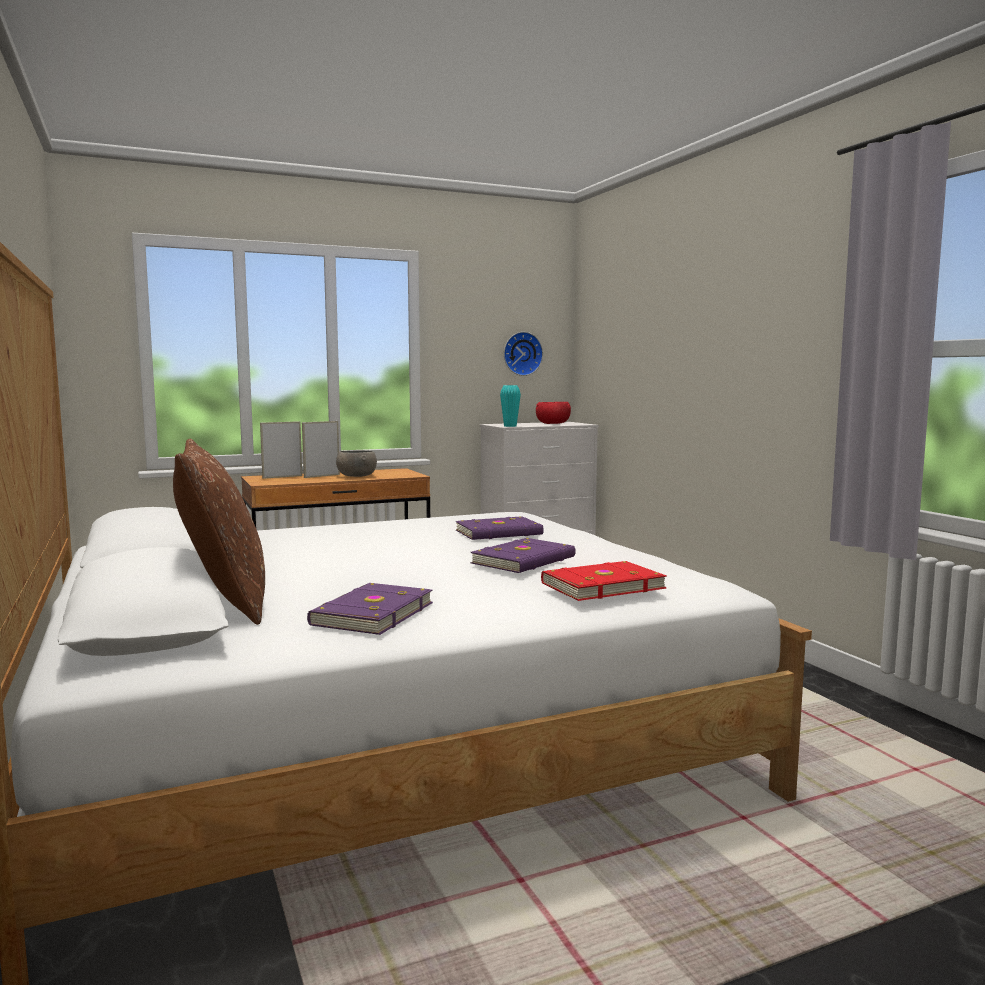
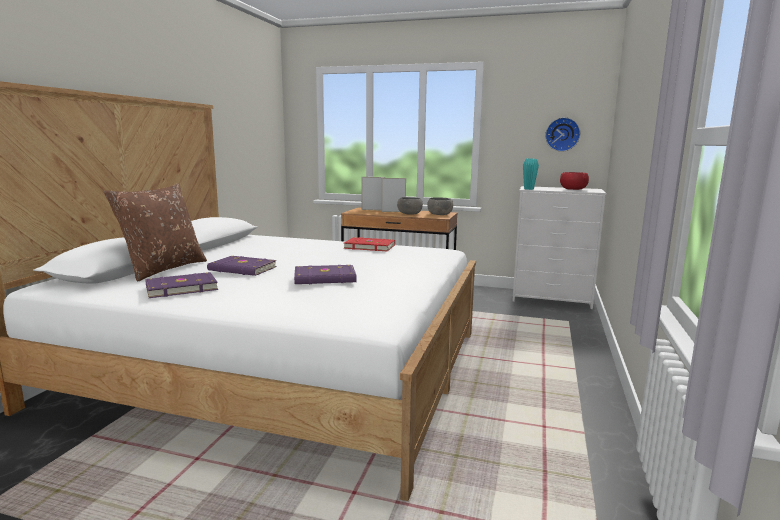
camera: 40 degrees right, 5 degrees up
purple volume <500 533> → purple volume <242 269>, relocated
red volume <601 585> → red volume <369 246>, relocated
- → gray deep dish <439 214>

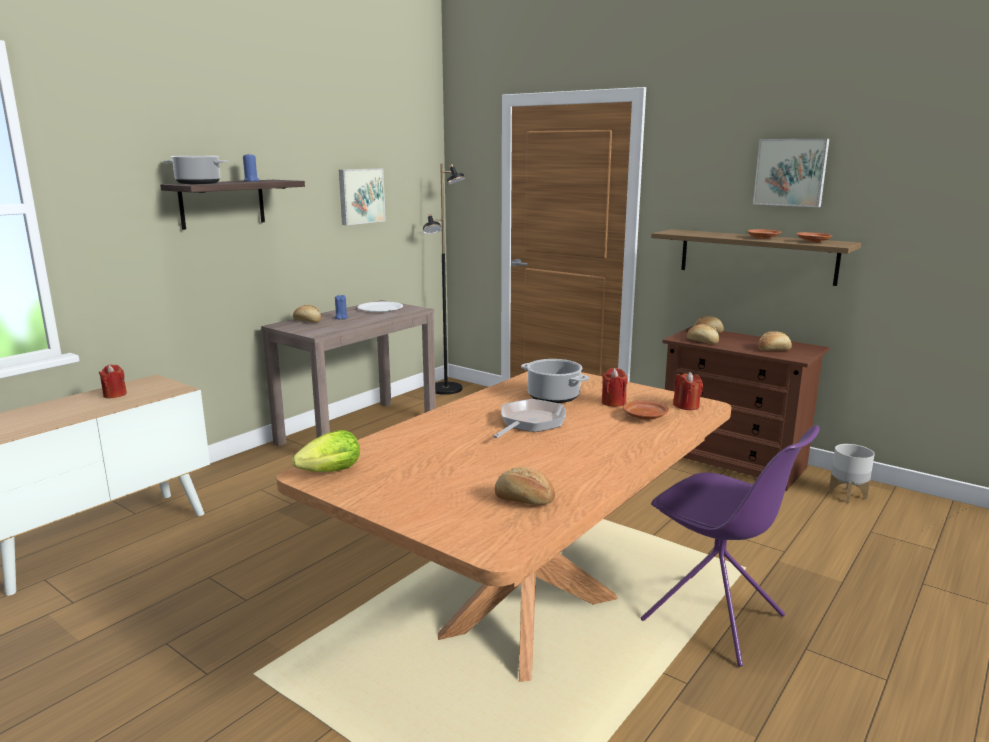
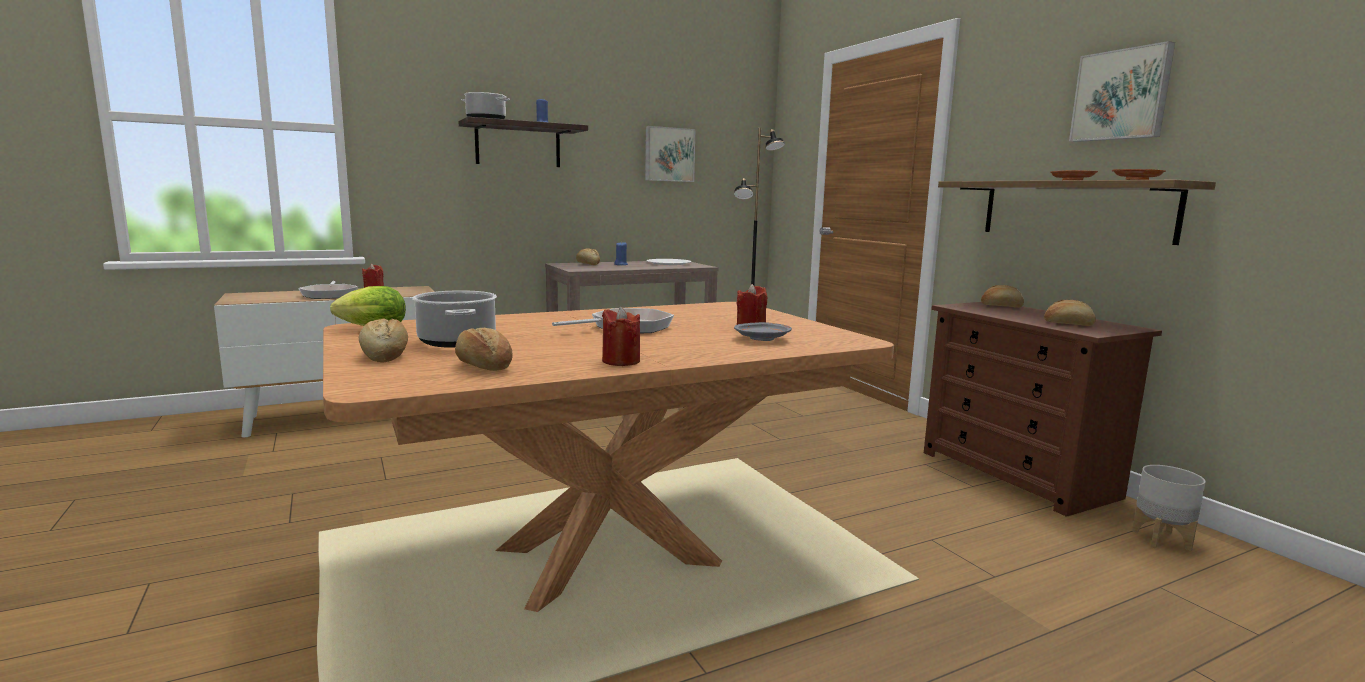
camera: 25 degrees right, 5 degrees down
- → pan <330 295>
baked bread <702 341> → baked bread <384 356>, relocated
saucepot <552 397> → saucepot <456 341>, relocated
red wax light <686 406> → red wax light <621 361>, relocated
brownish plate <645 417> → gray plate <762 339>
purple plain chair <715 619> → -

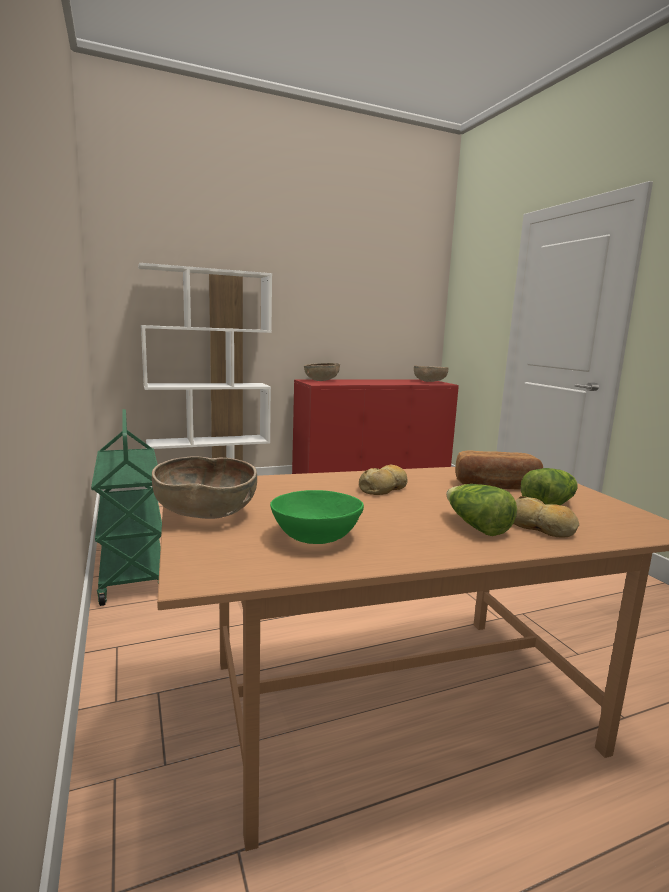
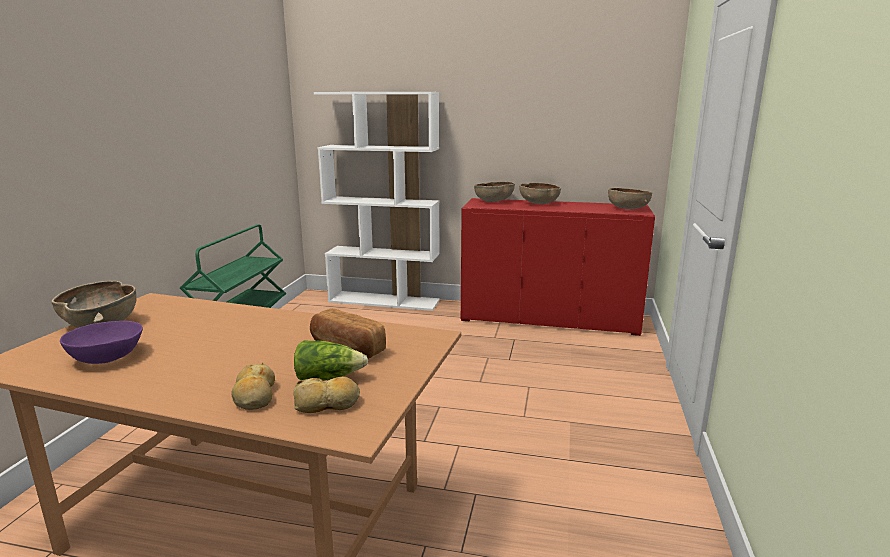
camera: 35 degrees right, 5 degrees up
greenish deep dish <315 536> → purple deep dish <107 357>
baked bread <384 488> → baked bread <327 404>, relocated
- → brownish deep dish <538 204>
head of lettuce <476 526> → -

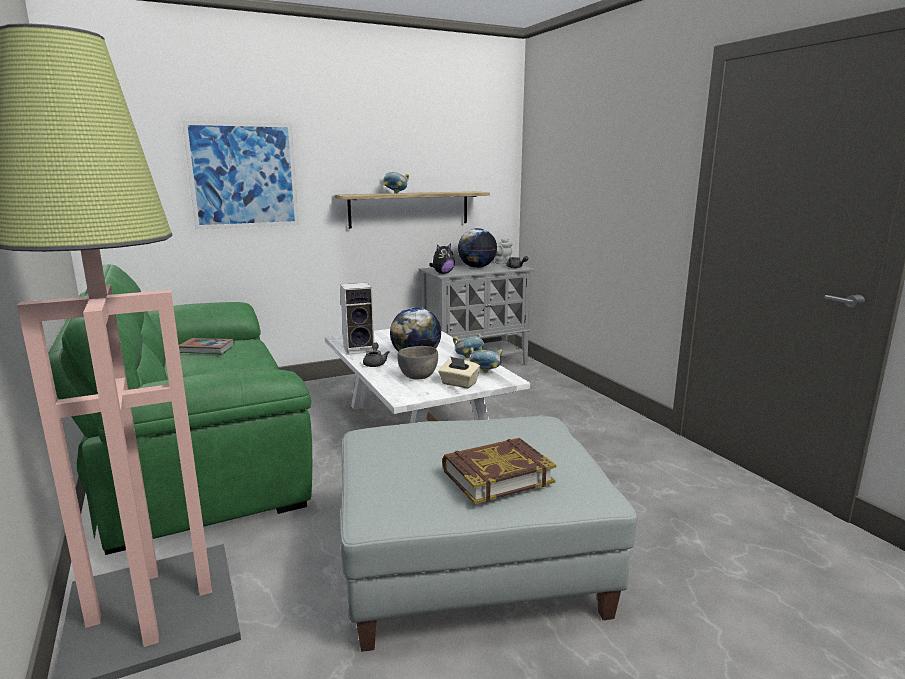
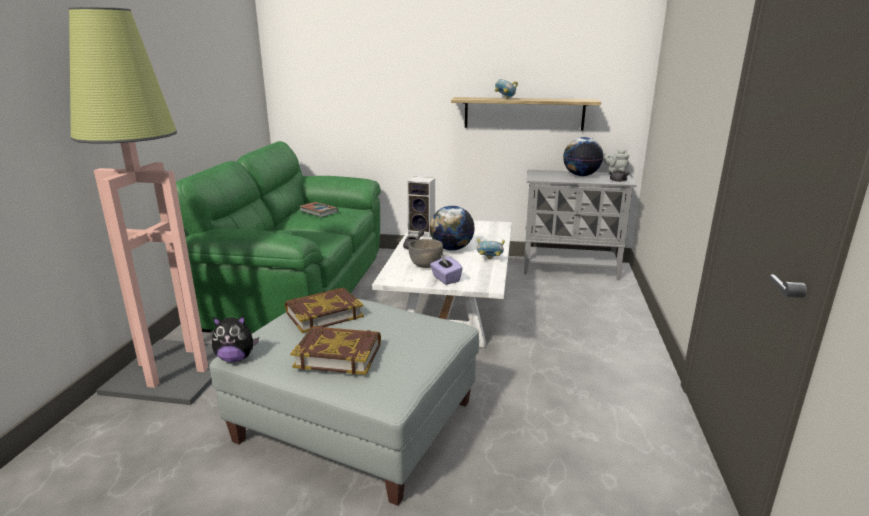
camera: 35 degrees right, 5 degrees up
plush toy <442 273> → plush toy <236 358>, relocated
- → volume <324 314>
beige box of tissues <459 384> → purple box of tissues <445 279>
picture <243 175> → -
deep dish <485 373> → -

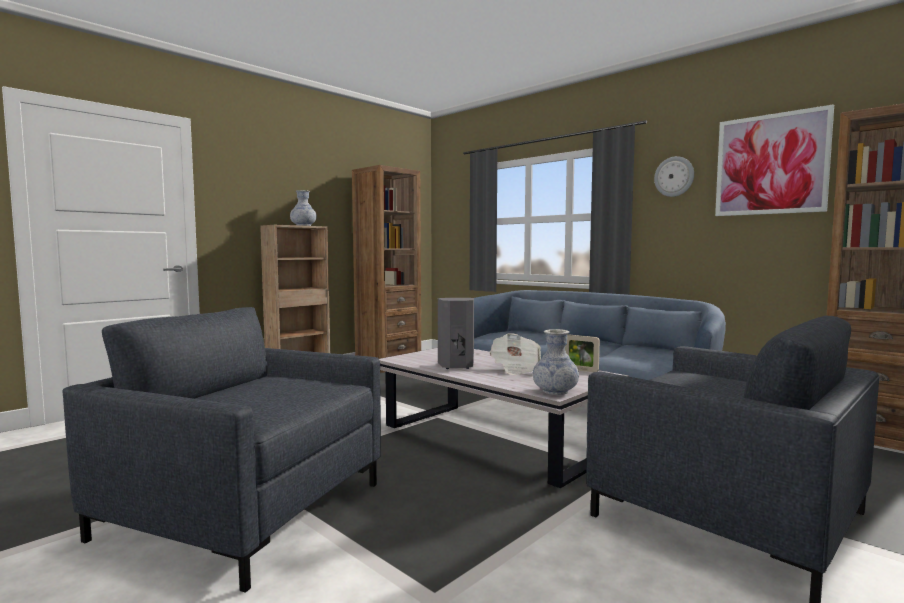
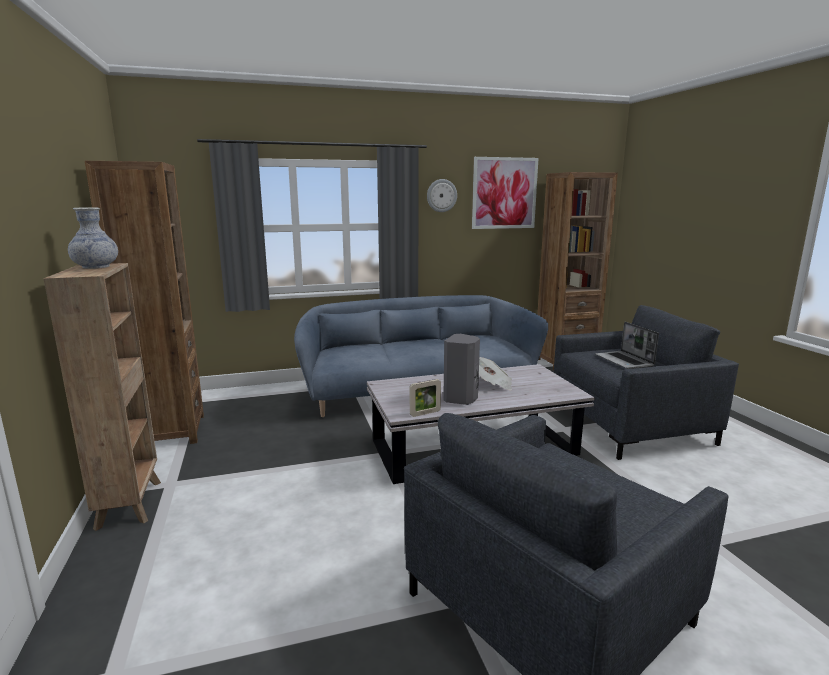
camera: 60 degrees left, 10 degrees up
photo frame <580 370> → photo frame <425 413>, relocated
- → notebook computer <625 361>
decorative vase <555 391> → -

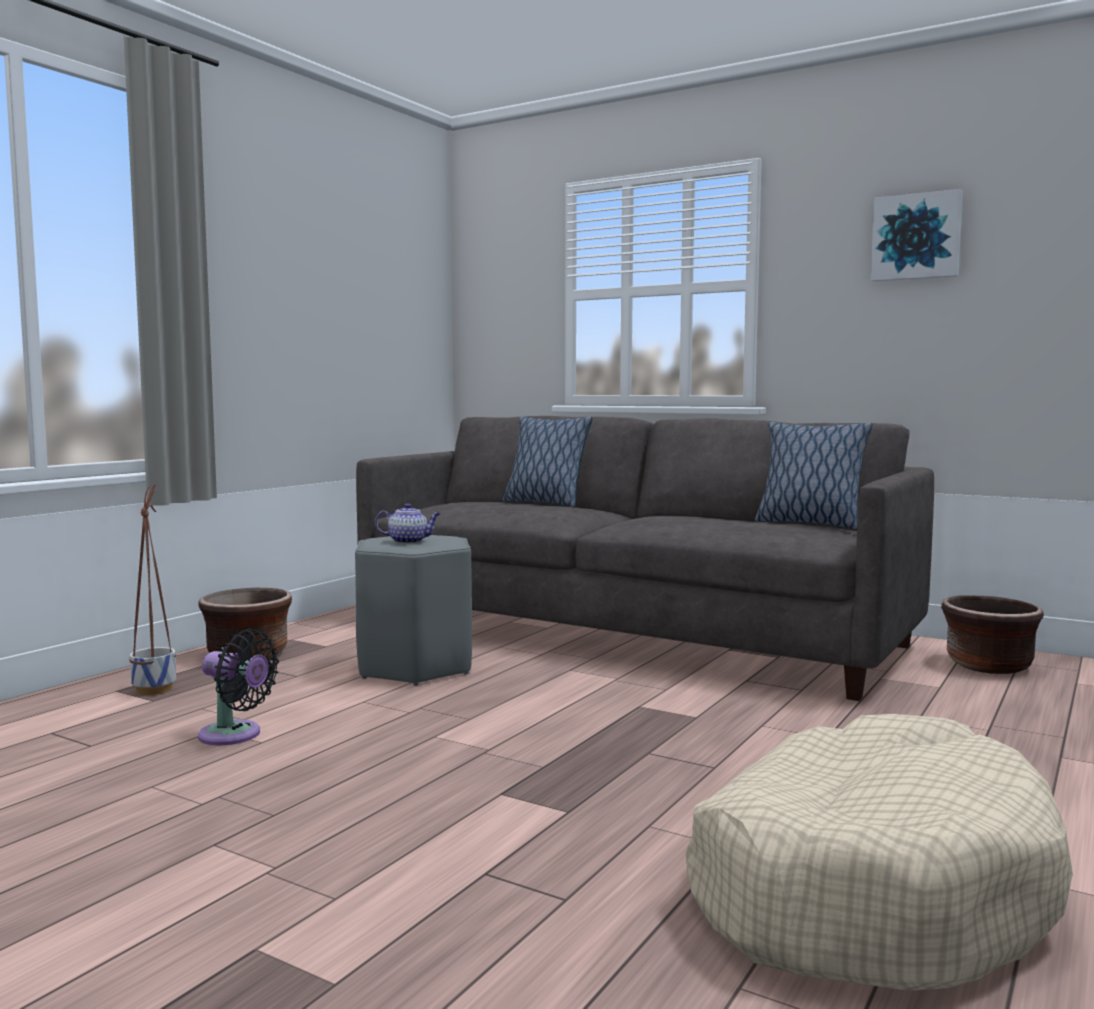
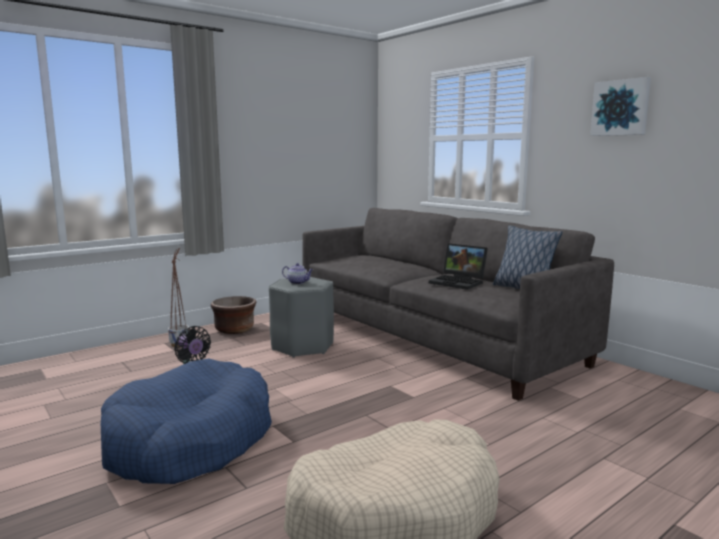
camera: 20 degrees right, 5 degrees up
- → blue pet bed <190 440>
- → notebook computer <459 282>
throw pillow <545 503> → -
brownish flower pot <988 665> → -

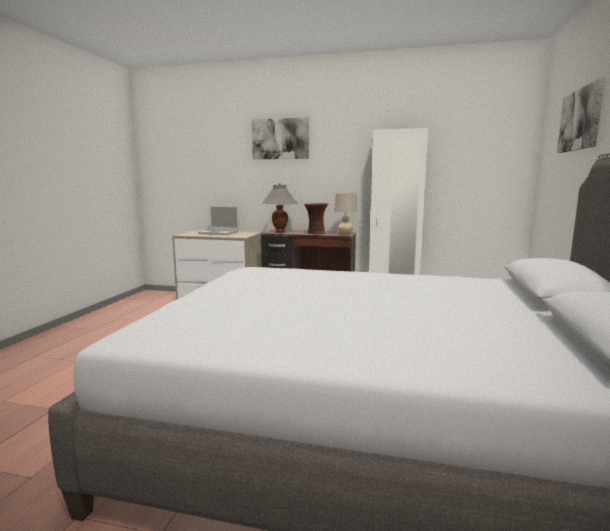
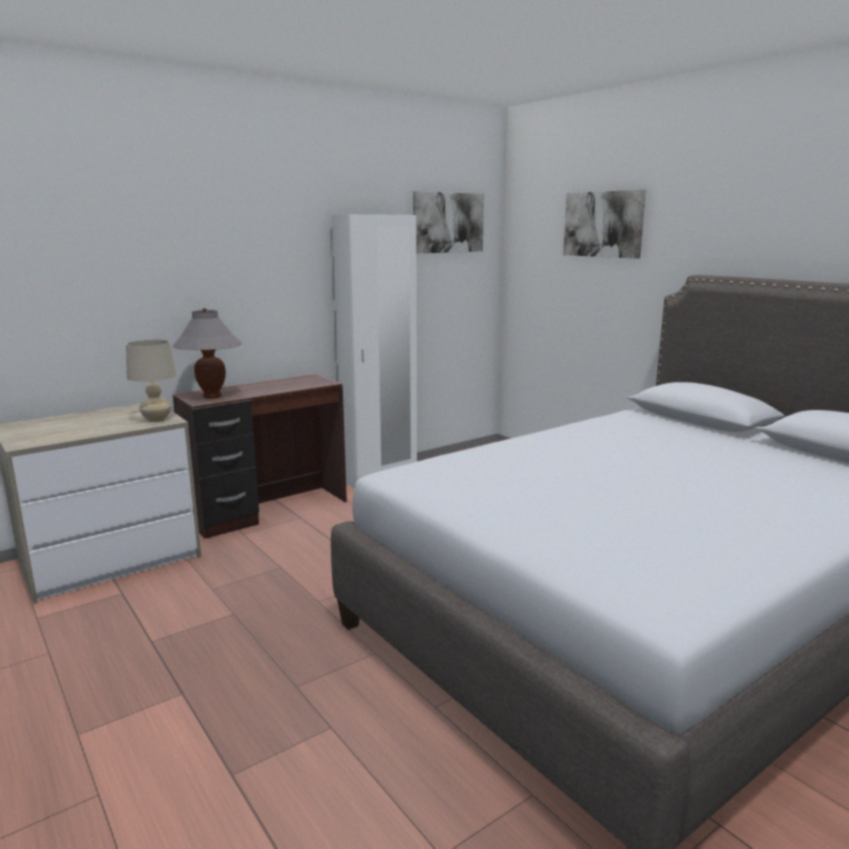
camera: 50 degrees left, 5 degrees up
beige lamp for a table <345 234> → beige lamp for a table <156 419>, relocated
picture <280 139> → picture <447 222>, relocated
notebook computer <219 233> → -
decorative vase <315 233> → -

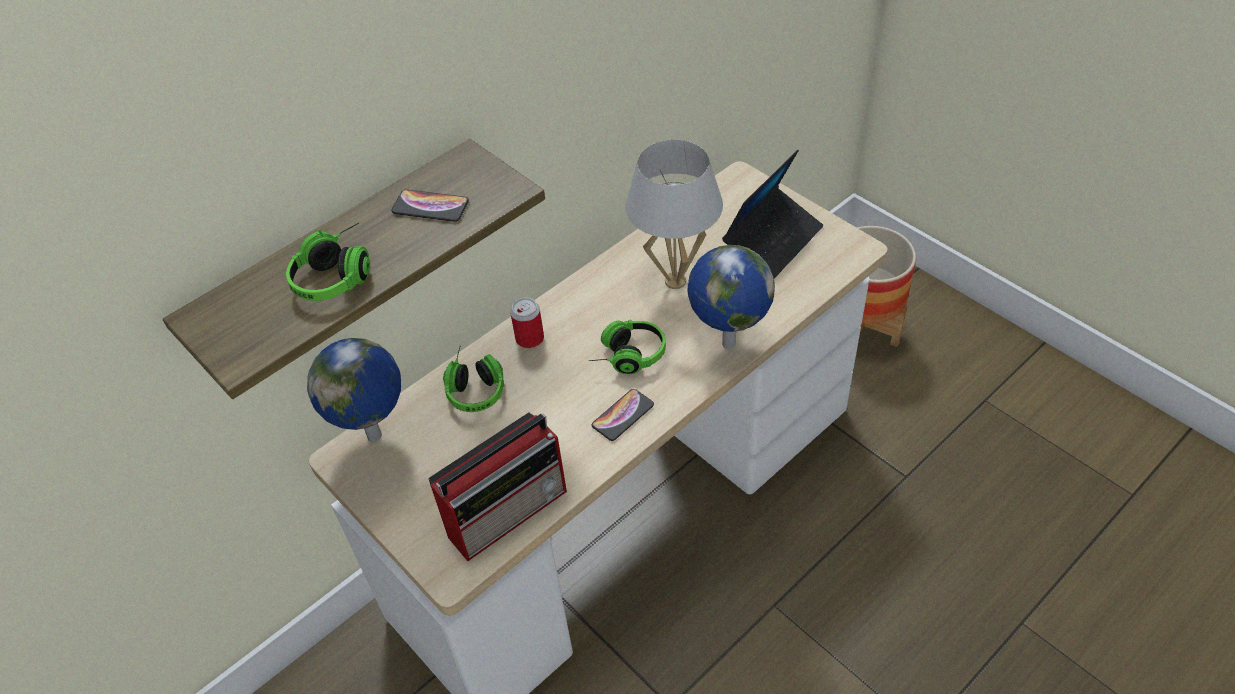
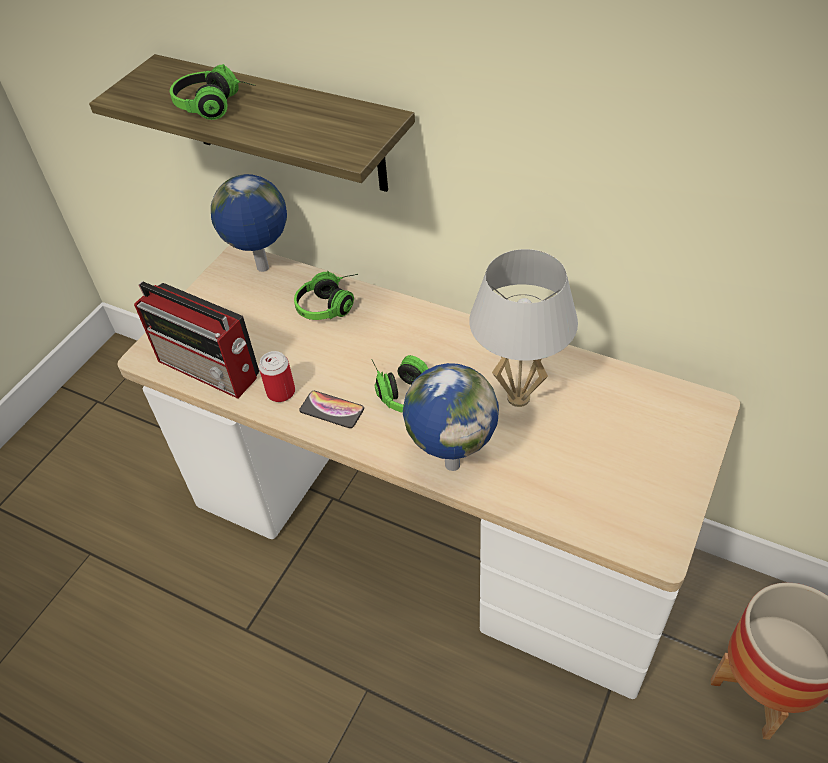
camera: 70 degrees right, 0 degrees up
metal can <529 338> → metal can <281 392>, relocated
telephone <430 207> → -
notebook computer <773 240> → -

